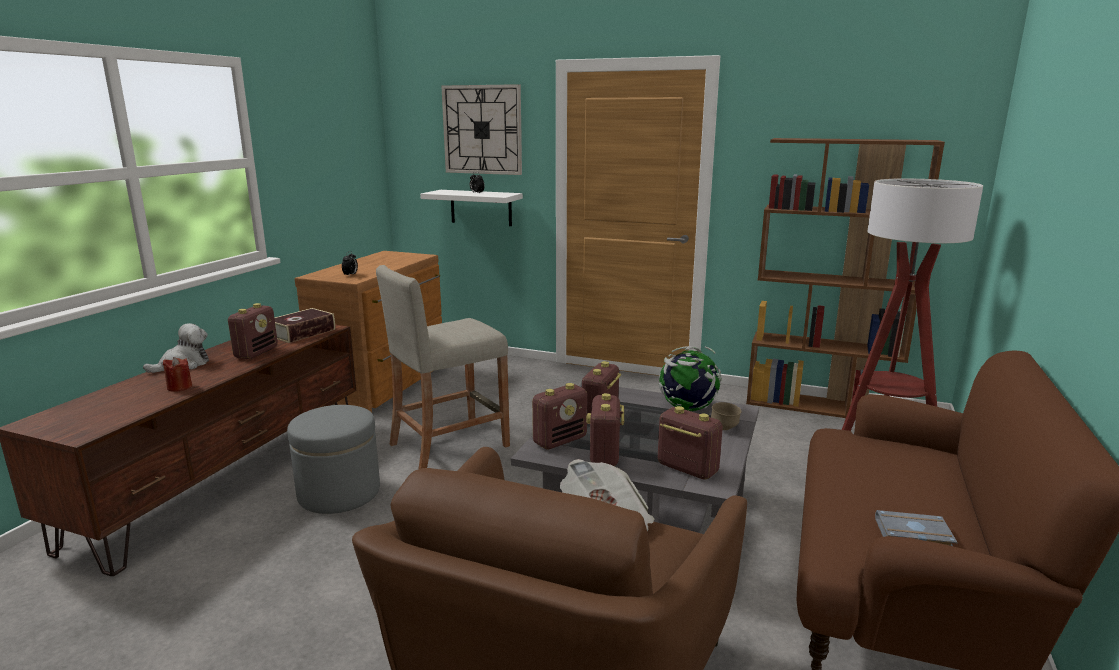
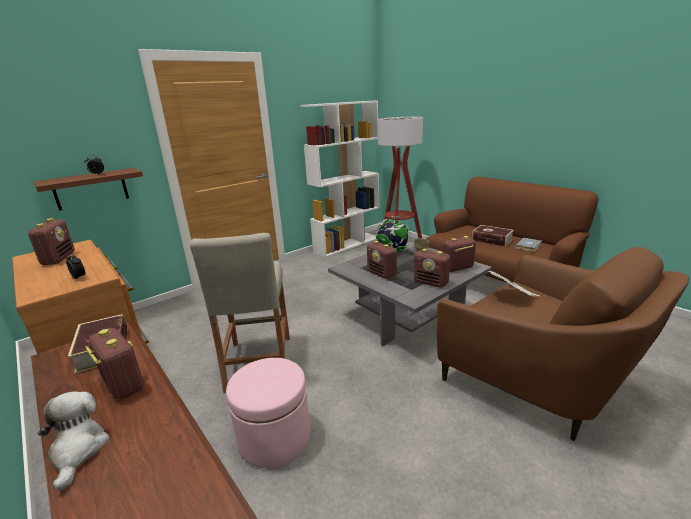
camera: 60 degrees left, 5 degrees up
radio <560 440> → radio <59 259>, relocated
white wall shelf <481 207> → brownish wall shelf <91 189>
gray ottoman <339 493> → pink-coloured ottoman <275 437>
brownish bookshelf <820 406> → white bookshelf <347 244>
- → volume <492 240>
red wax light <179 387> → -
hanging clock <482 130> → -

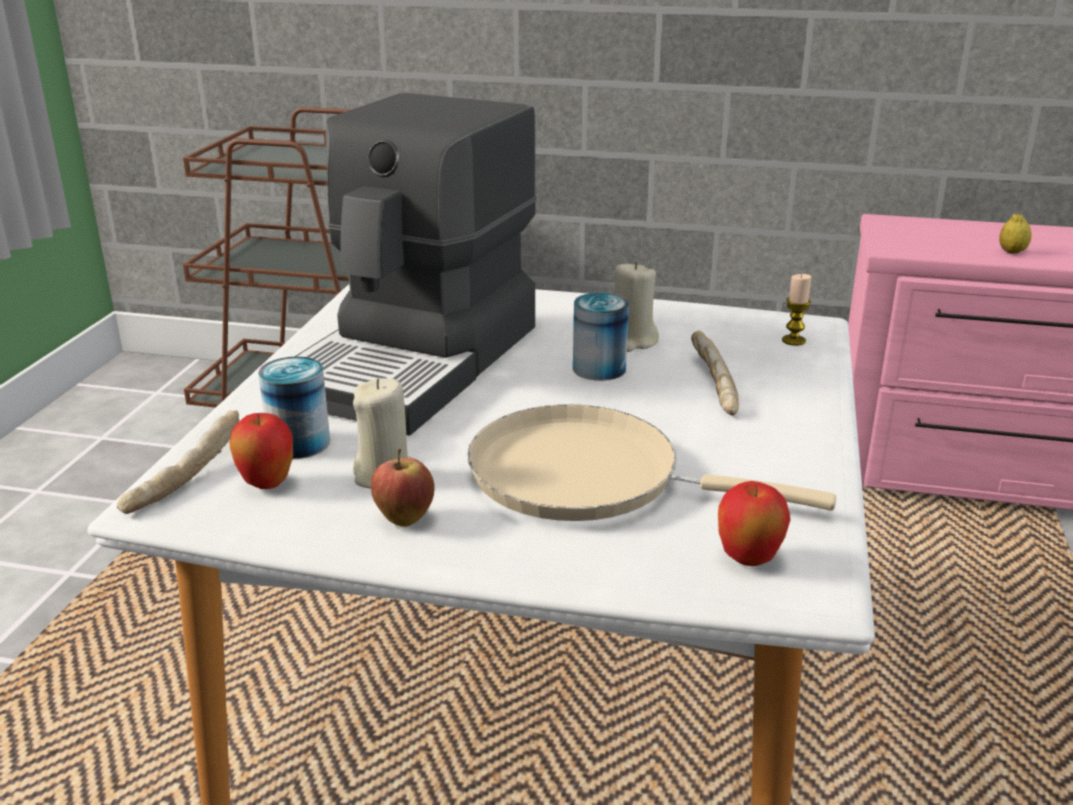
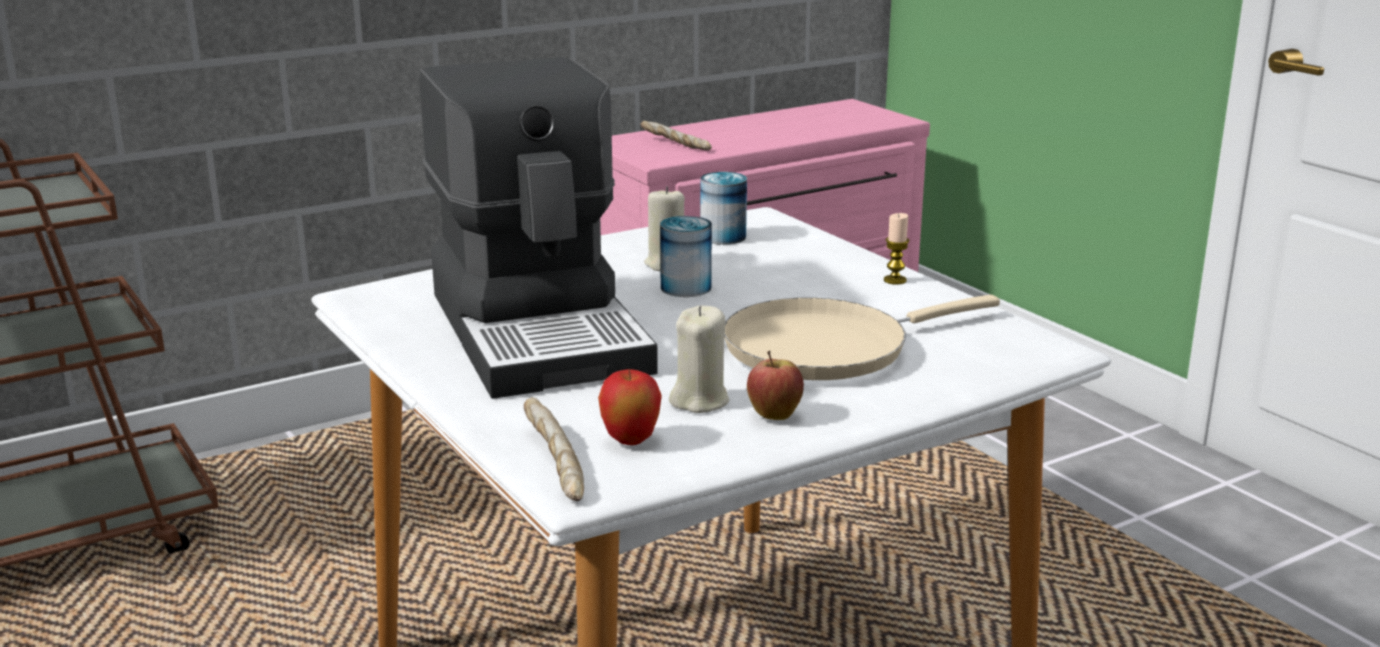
camera: 45 degrees left, 5 degrees down
baked bread <712 385> → baked bread <675 145>, relocated
metal can <299 443> → metal can <723 237>, relocated
wax light <793 341> → wax light <895 280>, relocated
apple <748 560> → -
citrus fruit <1011 252> → -

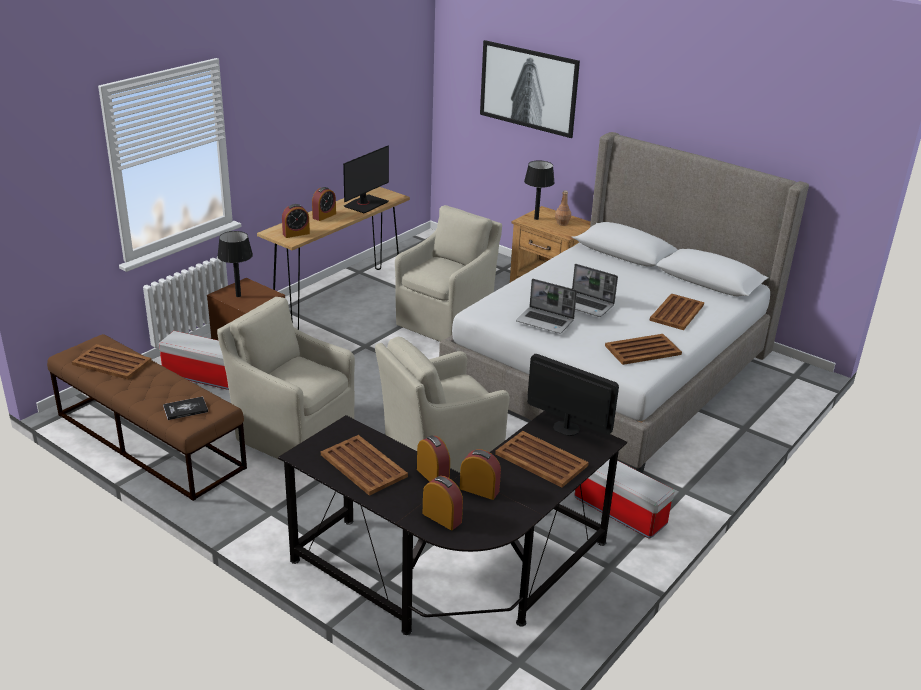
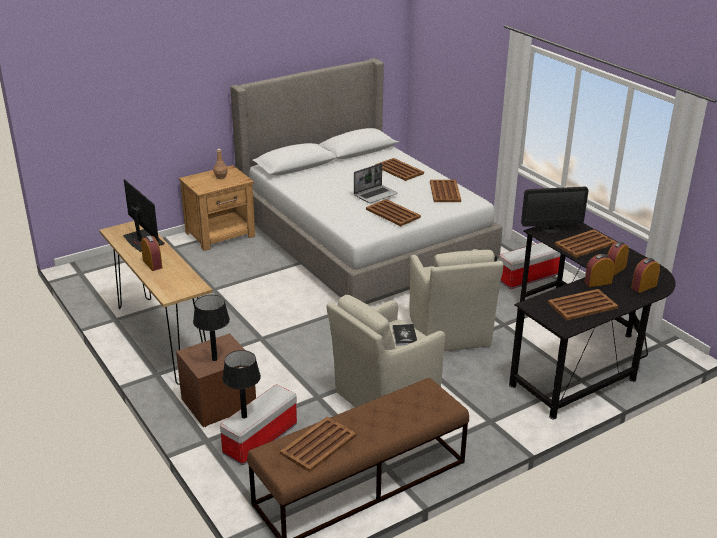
camera: 70 degrees left, 0 degrees up
black lamp for a table <536 218> → black lamp for a table <244 416>, relocated
notebook computer <545 321> → brownish serving tray <392 213>
volume <185 409> → volume <404 335>, relocated
computer display <566 428> → computer display <550 229>, 150 degrees counterclockwise
bedside clock <296 233> → -
beige lounge chair <446 320> → -
picture <529 88> → -

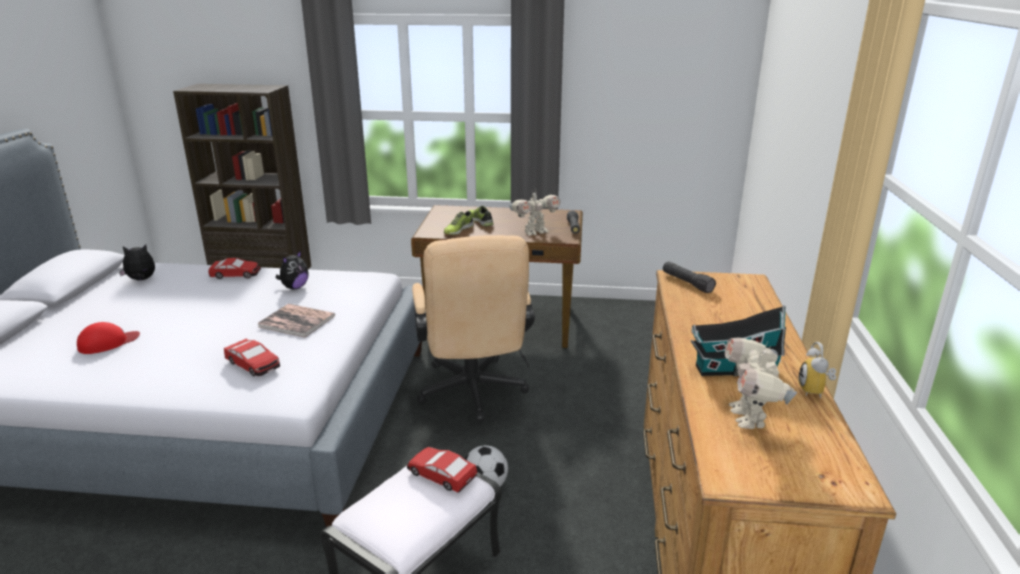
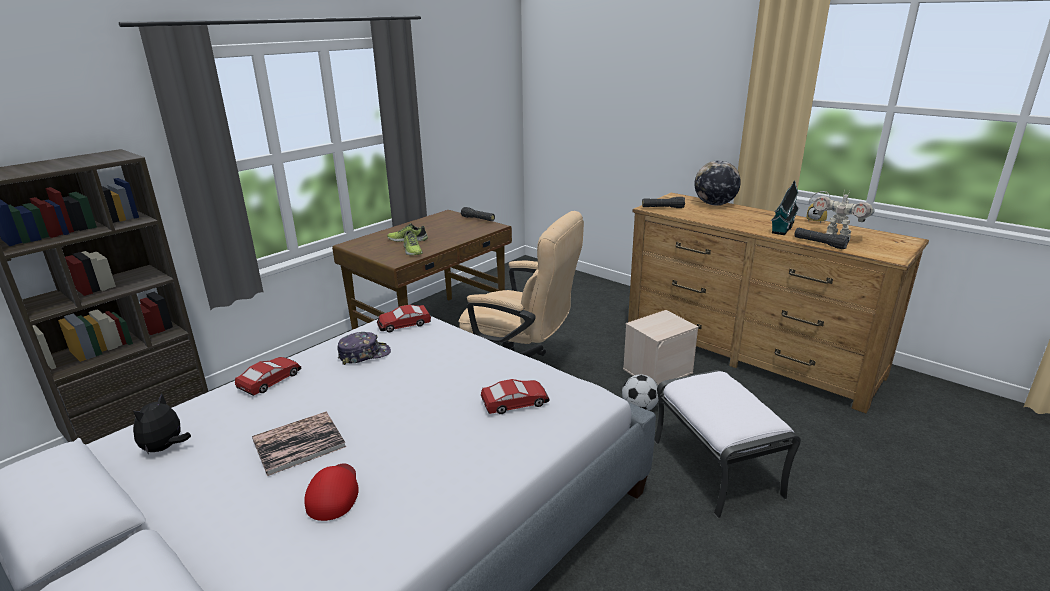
camera: 55 degrees left, 0 degrees up
volume <297 321> → volume <299 443>, relocated
plush toy <294 287> → peaked cap <364 355>
toy car <441 475> → toy car <404 324>, relocated
- → beige storage bin <657 370>
- → world globe <714 204>
- → black flashlight <819 243>
robot figure <535 232> → -

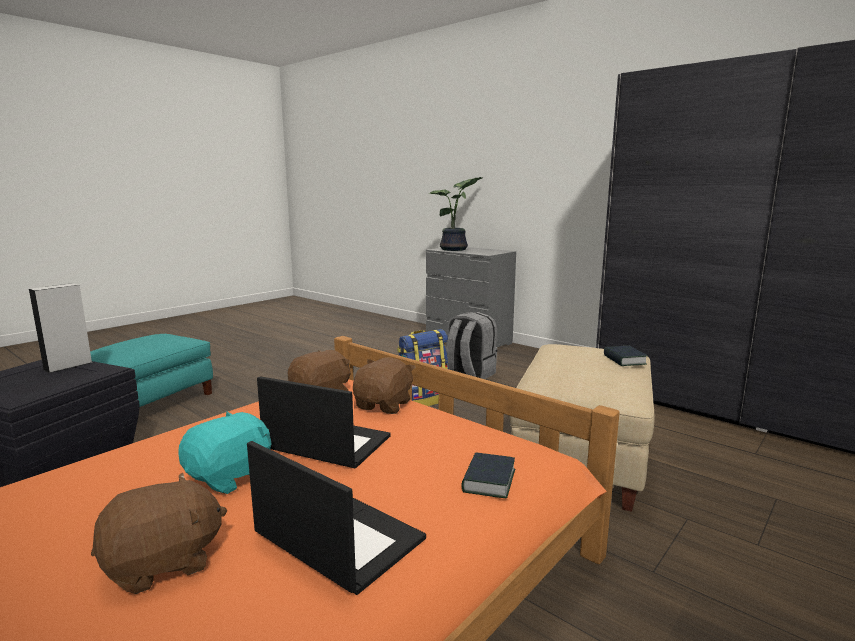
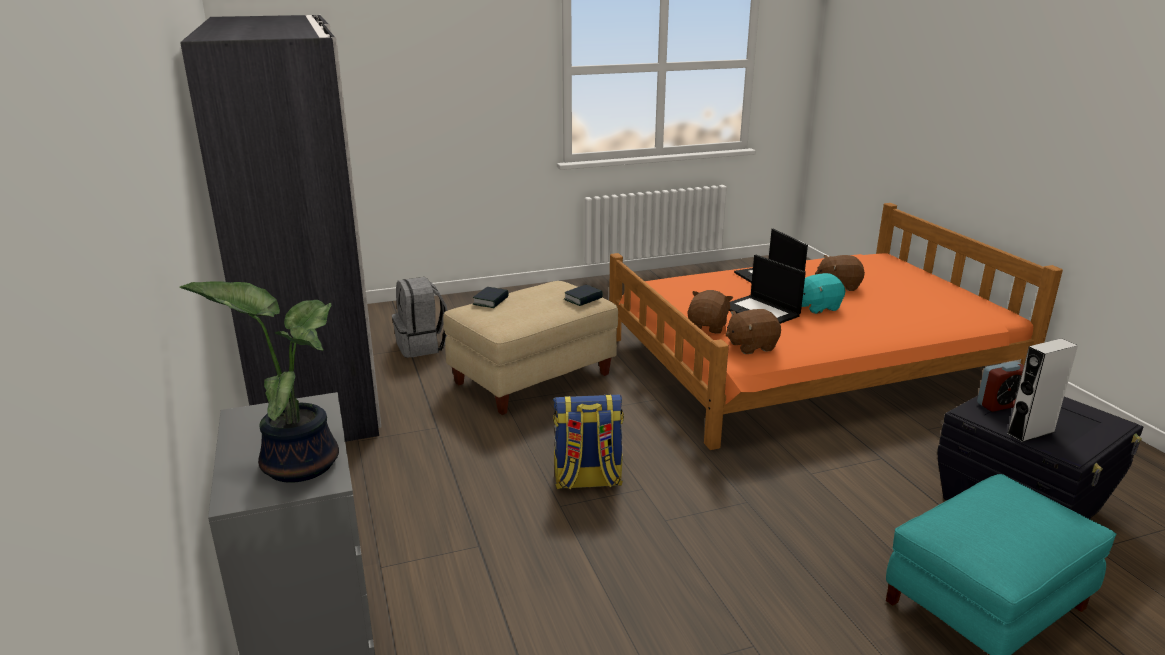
camera: 150 degrees left, 10 degrees up
gray backpack <469 374> → gray backpack <422 346>, relocated
volume <488 481> → volume <583 299>, relocated
brownish plush toy <384 405> → brownish plush toy <708 327>, 150 degrees clockwise
- → bedside clock <999 404>

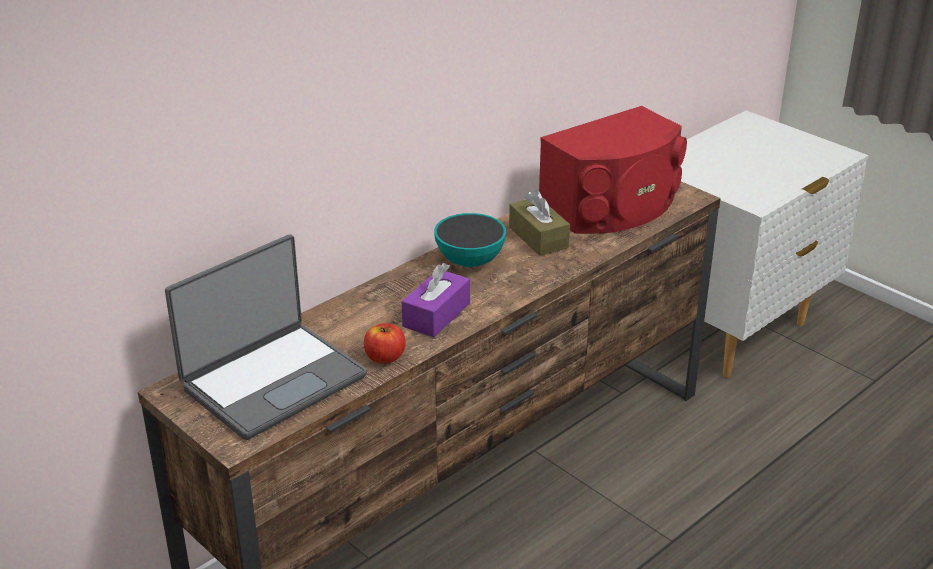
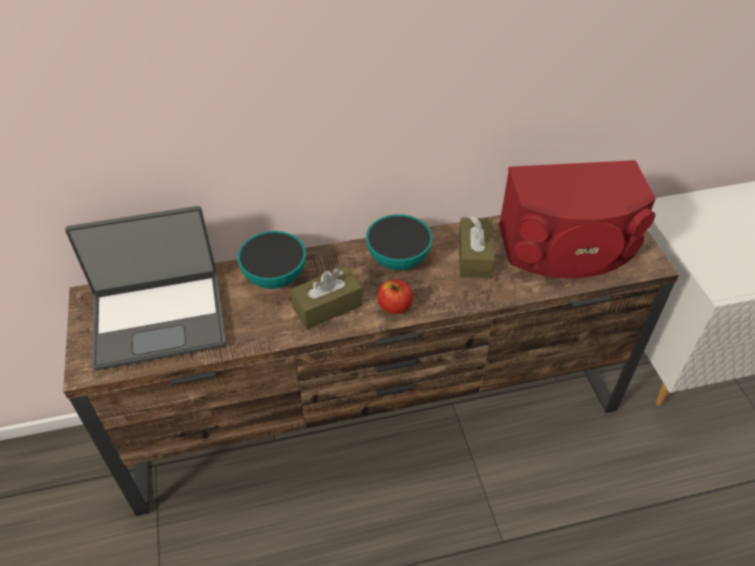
camera: 30 degrees right, 15 degrees up
- → deep dish <275 277>
purple box of tissues <436 315> → brownish box of tissues <327 306>
apple <385 357> → apple <395 306>, relocated

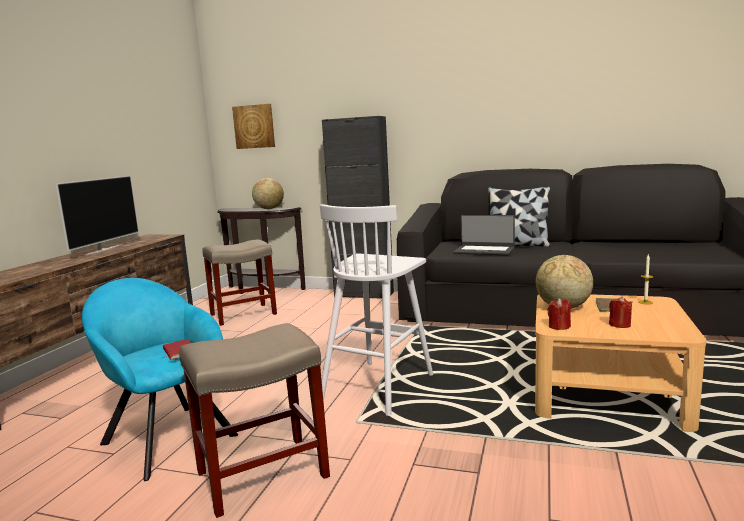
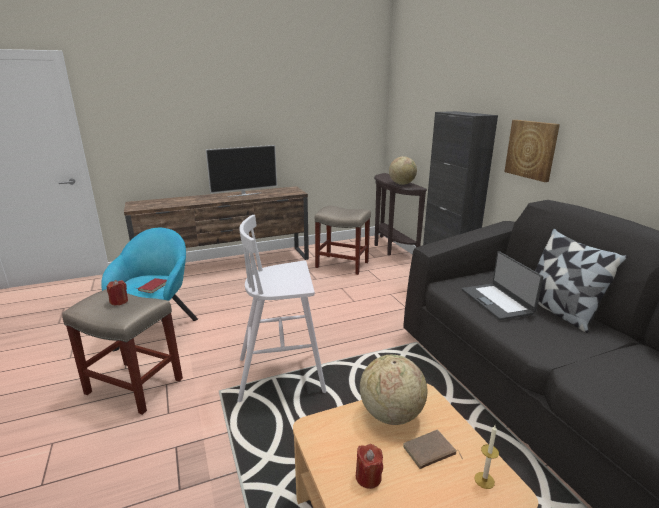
camera: 50 degrees right, 10 degrees up
red wax light <559 326> → red wax light <119 301>, relocated
picture <254 126> → picture <531 149>, relocated

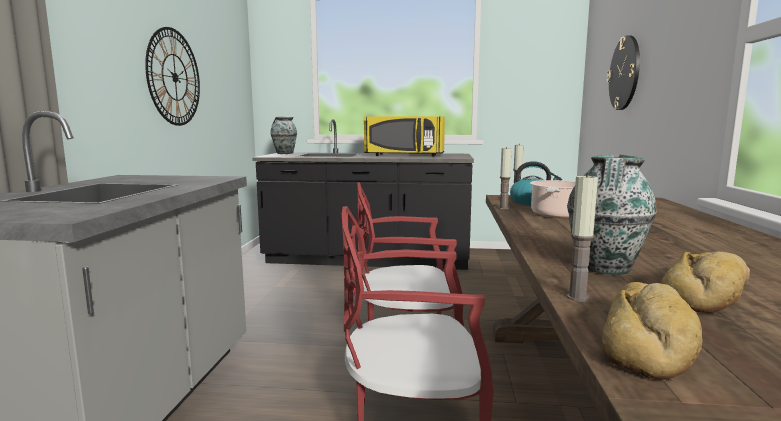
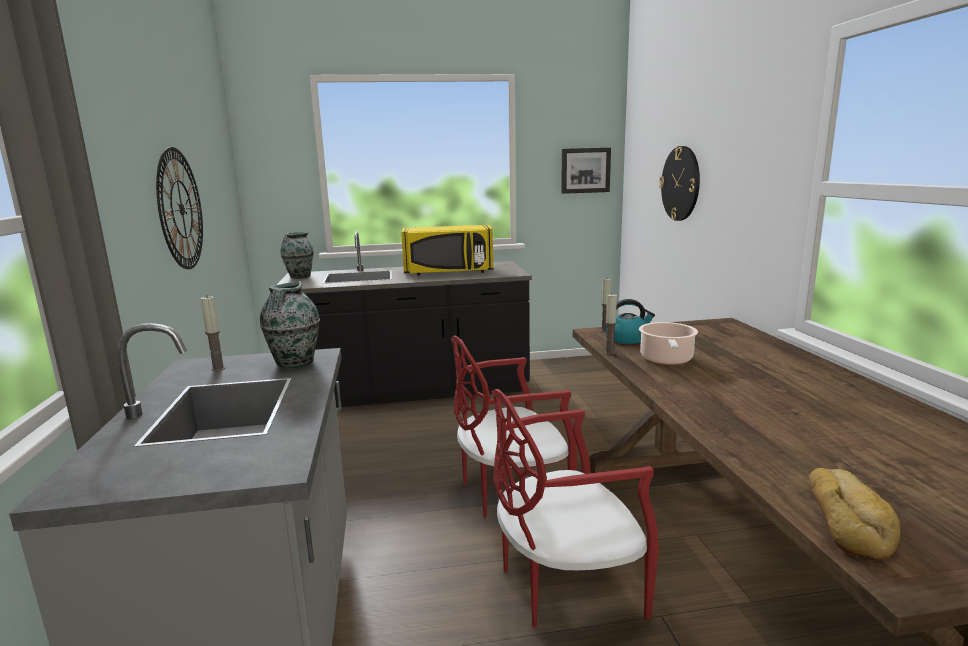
camera: 15 degrees left, 5 degrees up
wax light <577 297> → wax light <218 369>, relocated
decorative vase <604 268> → decorative vase <294 363>, relocated
- → picture <585 170>
baked bread <710 293> → -

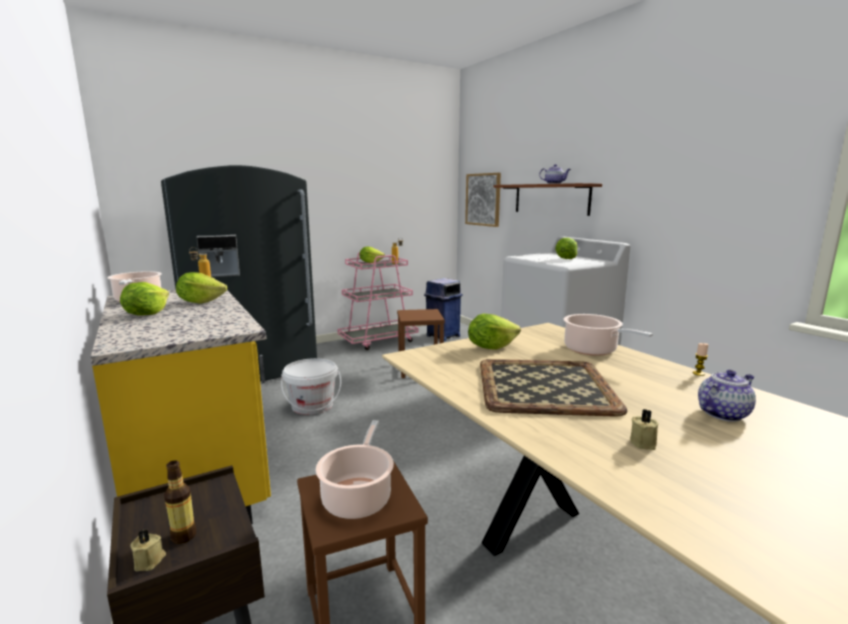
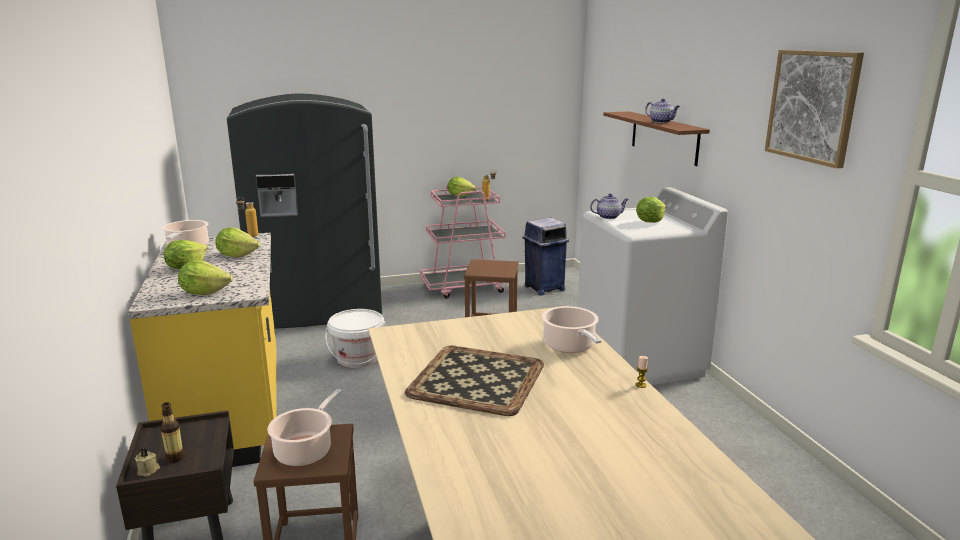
camera: 15 degrees right, 5 degrees up
head of lettuce <491 347> → head of lettuce <204 292>, relocated
pot for tea <723 413> → pot for tea <609 217>, relocated
picture <483 199> → picture <812 106>, relocated
beige wax light <644 443> → -

